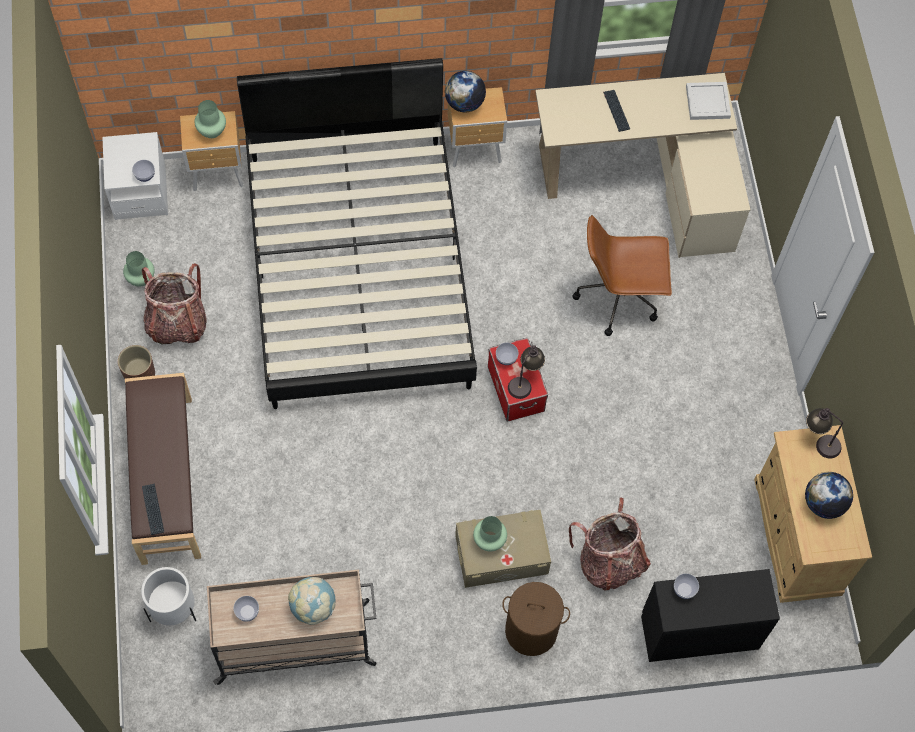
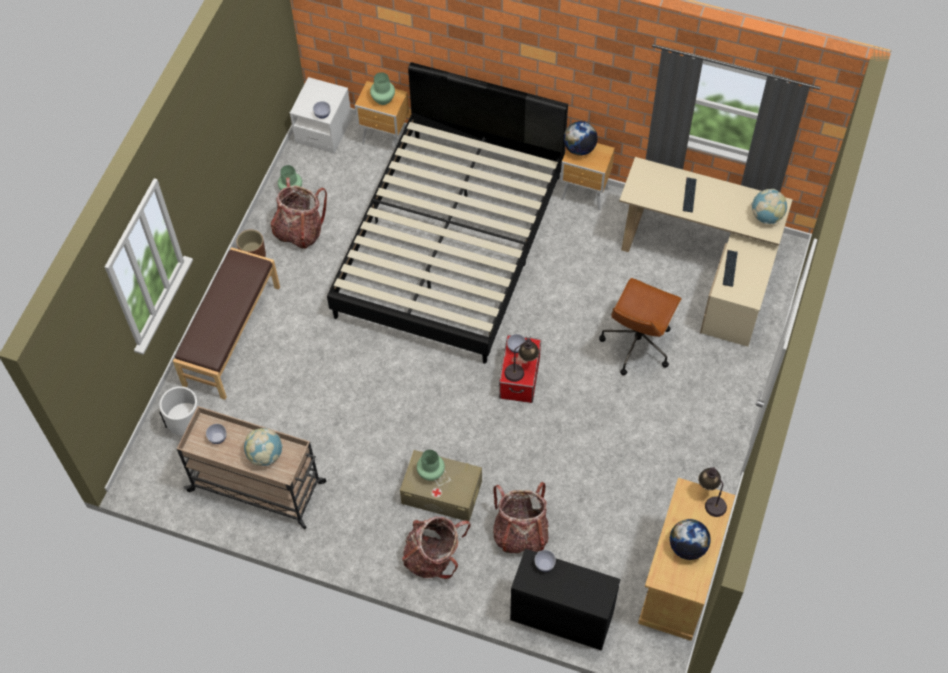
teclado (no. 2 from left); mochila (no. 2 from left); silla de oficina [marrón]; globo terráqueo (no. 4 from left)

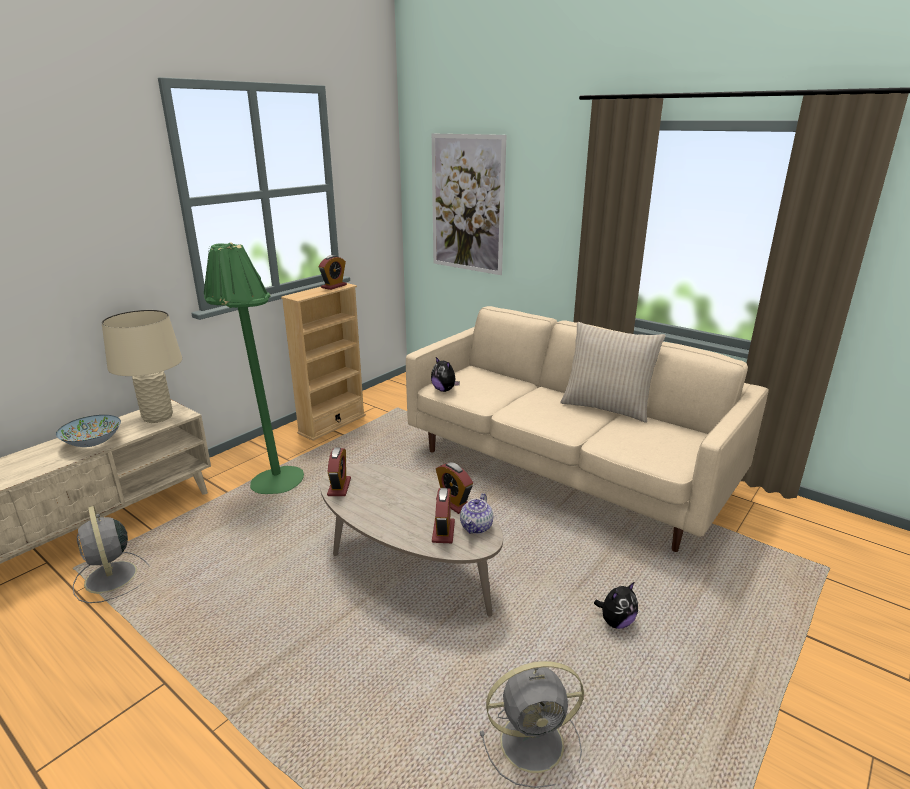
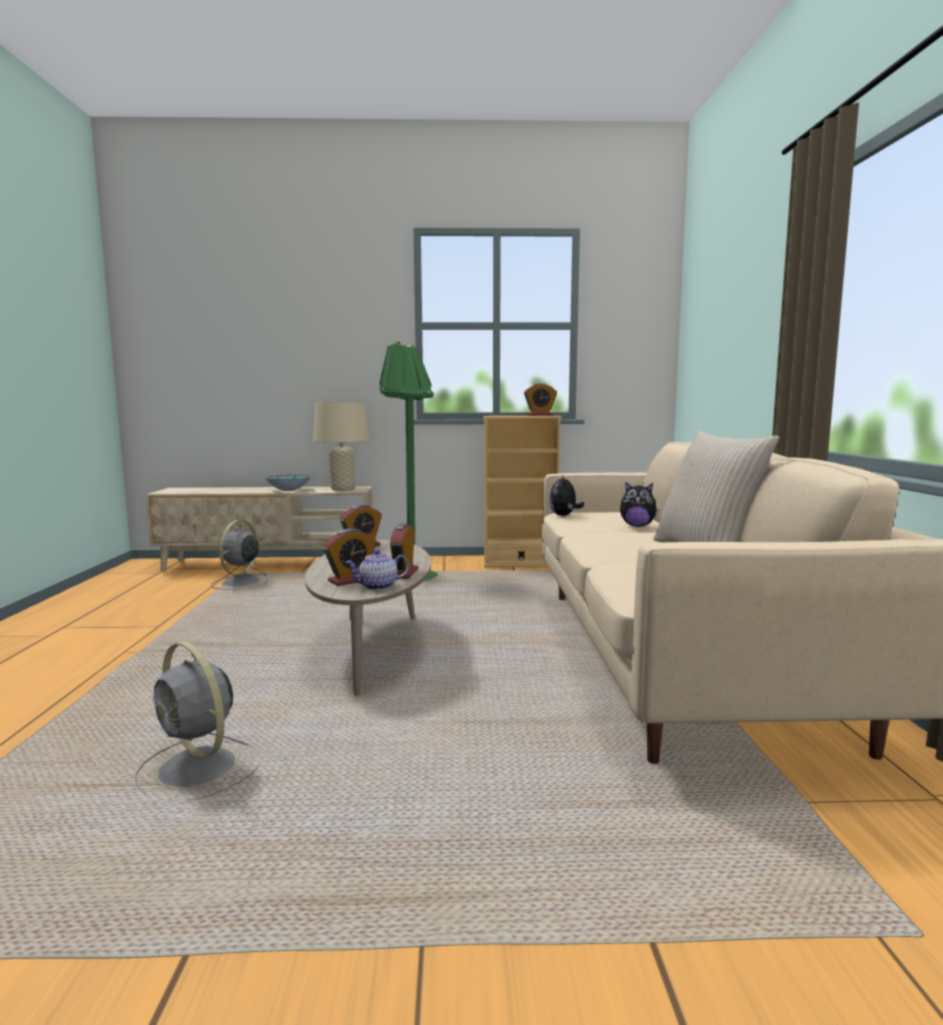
cuadro; peluche (no. 2 from left)

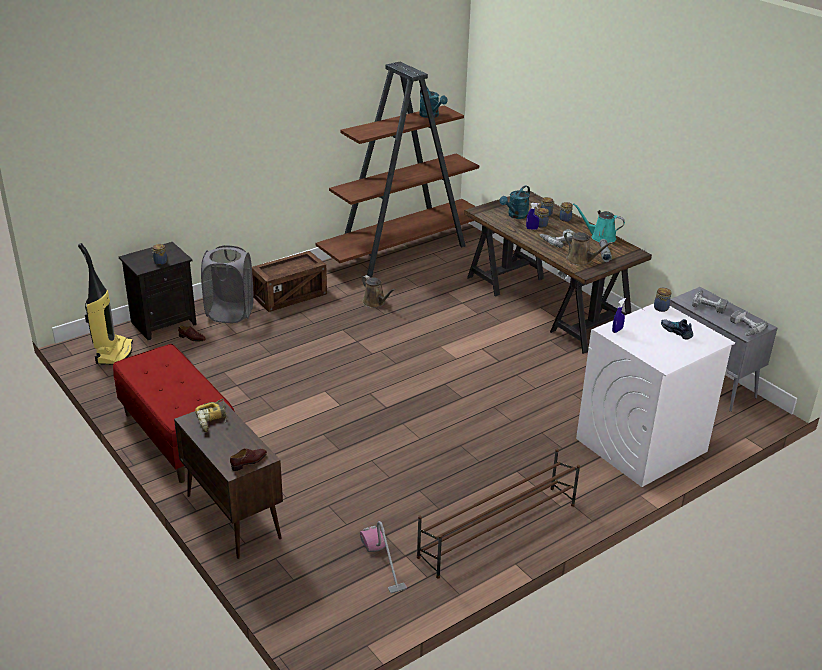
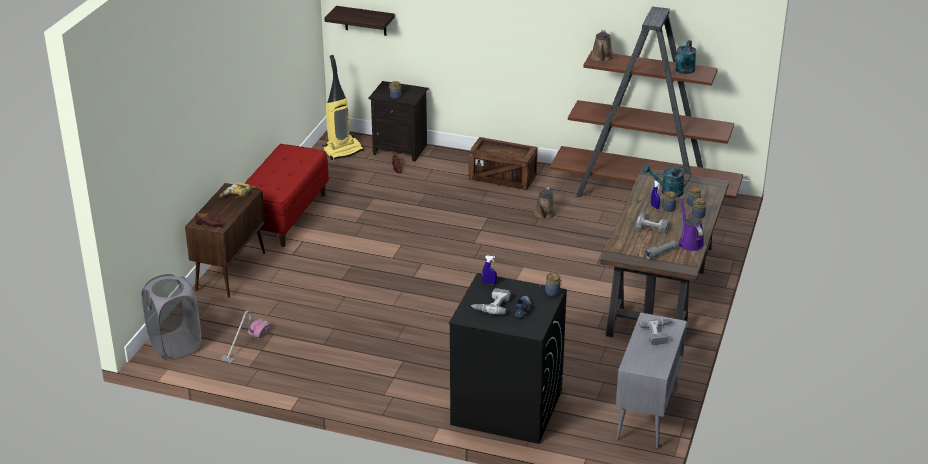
cesto de la ropa [gris]; zapatero [marrón]; regadera [marrón] (no. 2 from left); regadera [morado]; lavadora [negro]; taladro (no. 2 from left); estante

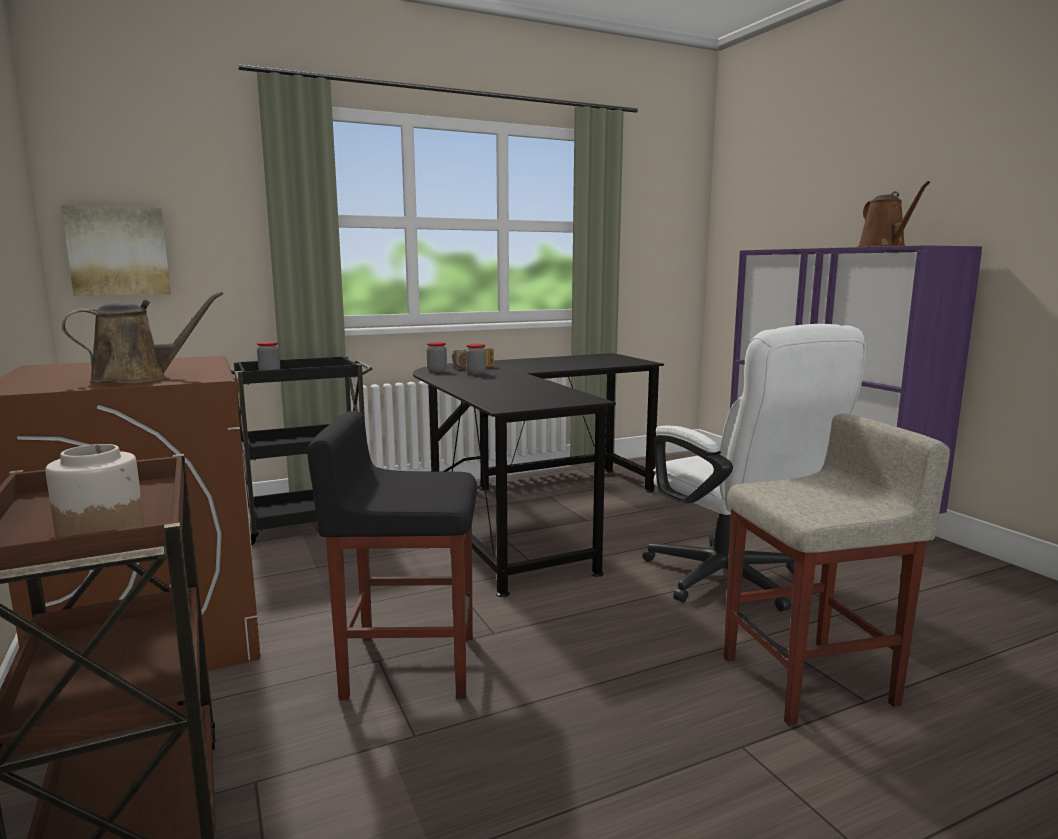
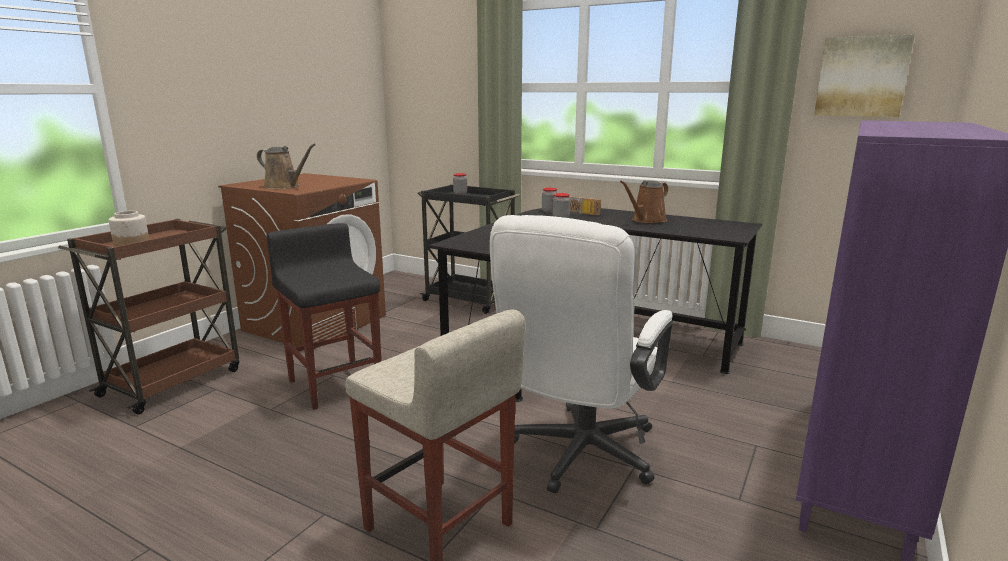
cuadro; regadera [marrón] (no. 2 from left)

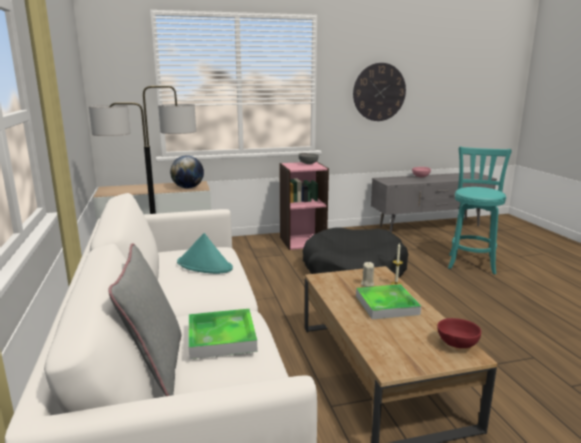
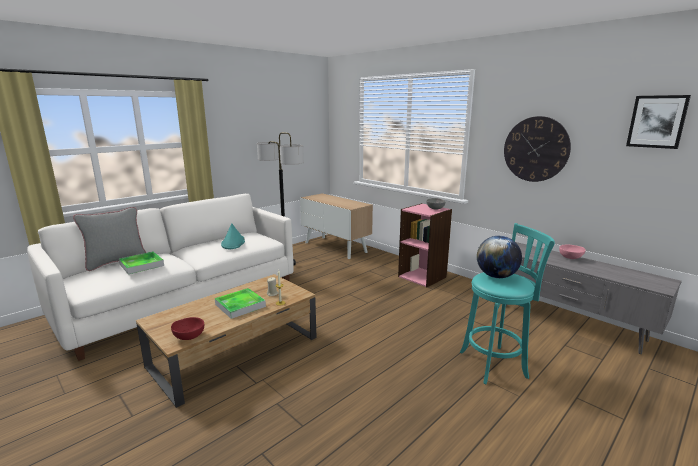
globo terráqueo; cama para perro [negro]; cuadro

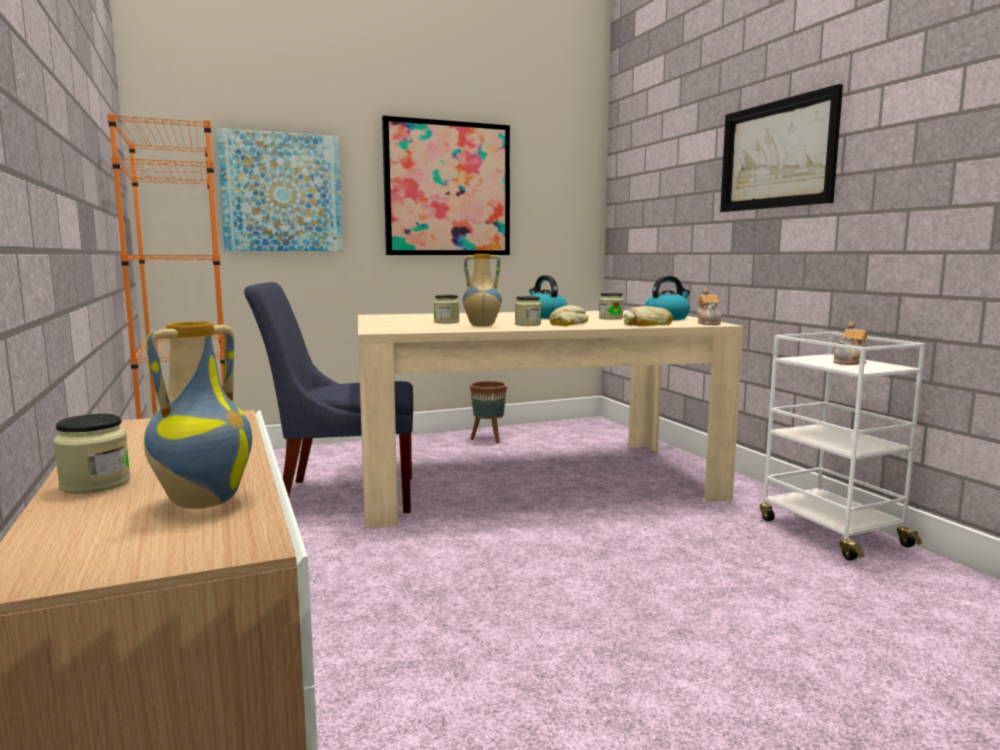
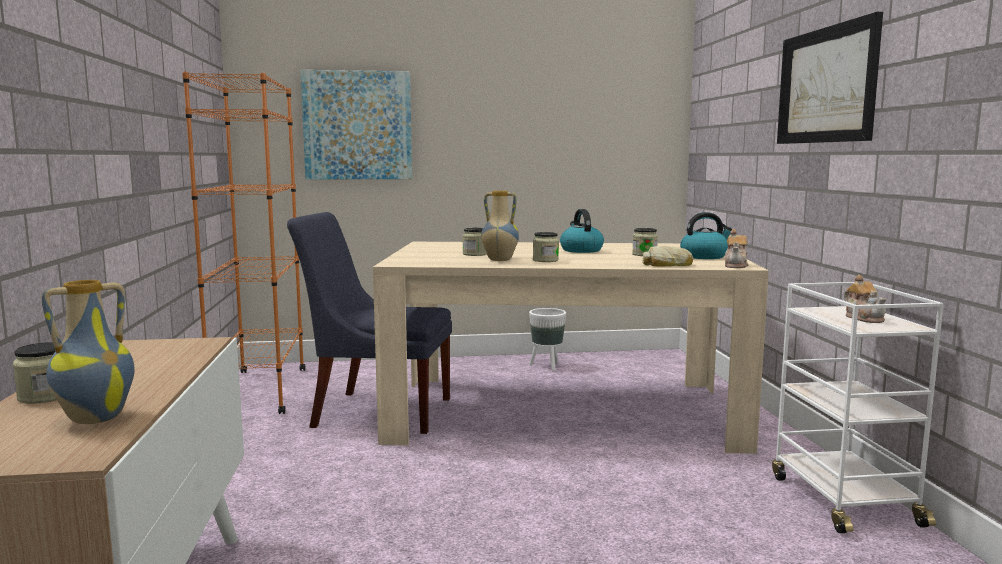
cuadro (no. 2 from left in the first image); maceta [blanco]; pan (no. 1 from left in the first image); tetera (no. 2 from left)

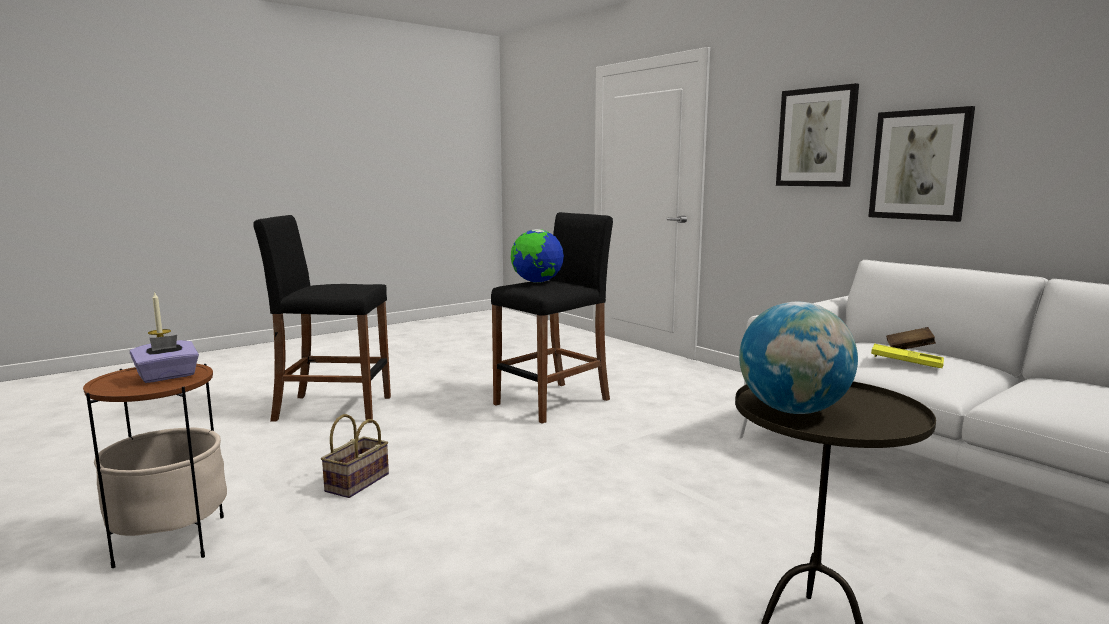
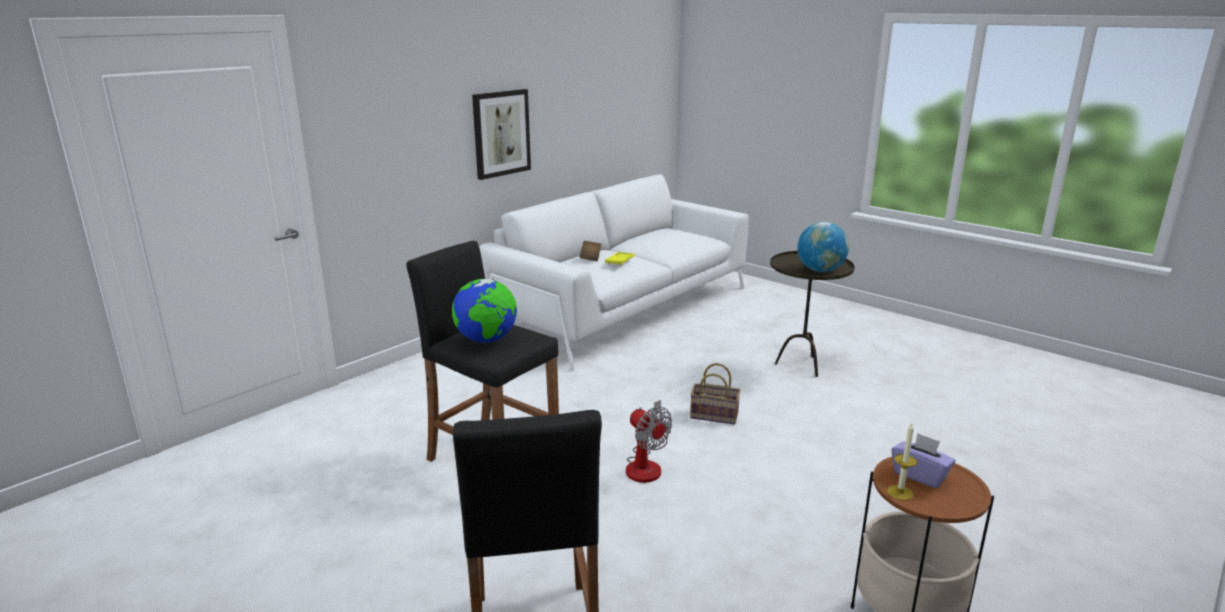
cesta; cuadro (no. 1 from left in the first image); ventilador

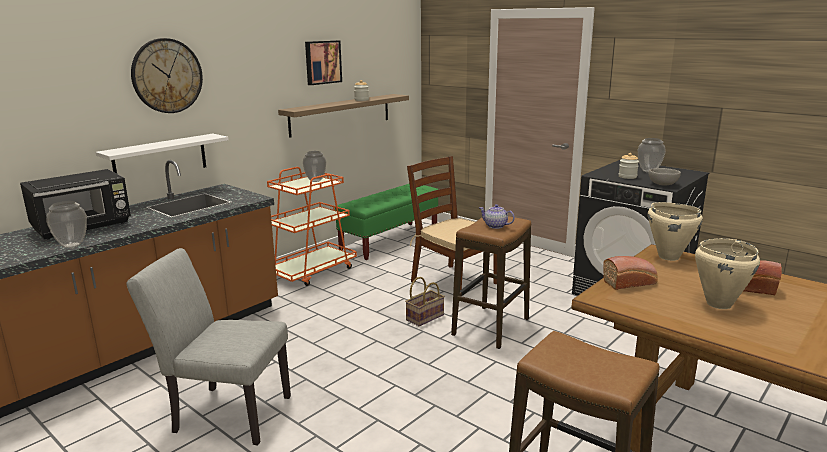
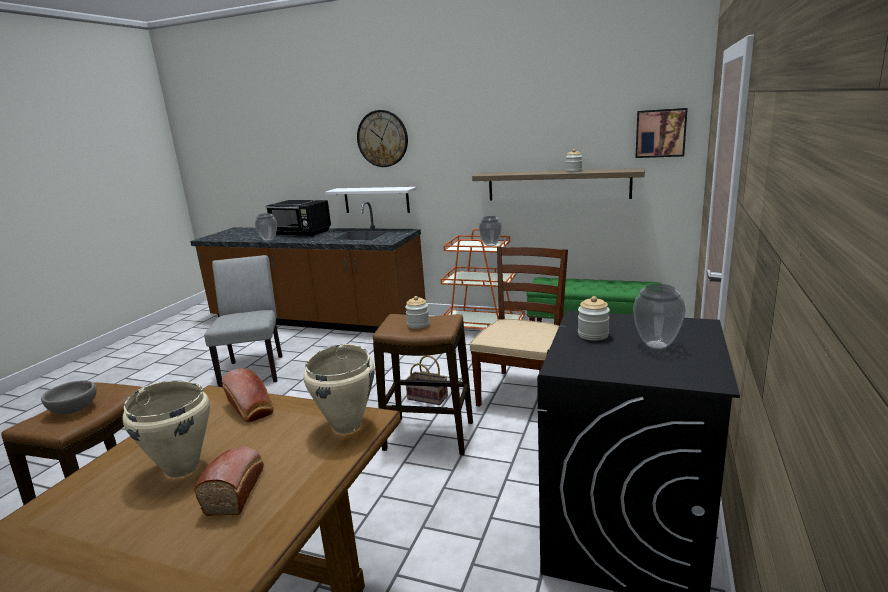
cuadro; tarro (no. 1 from left); cuenco [gris]

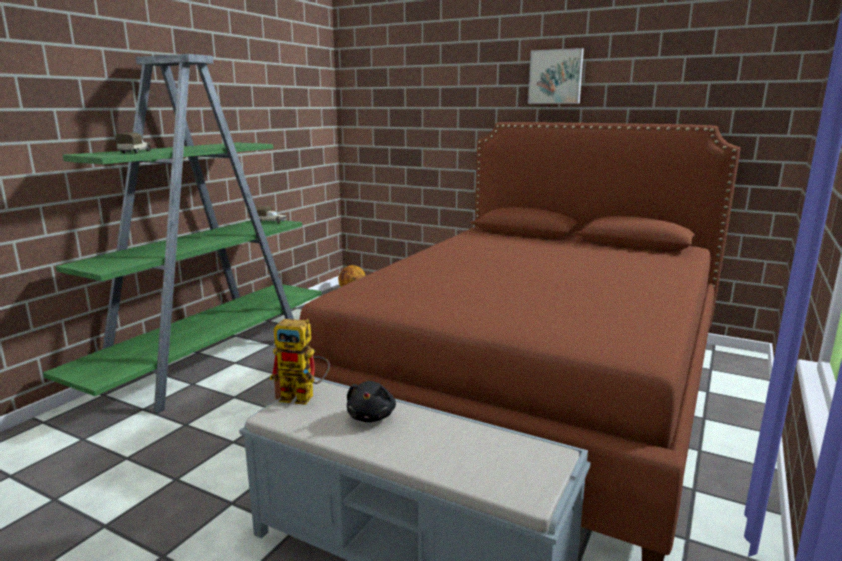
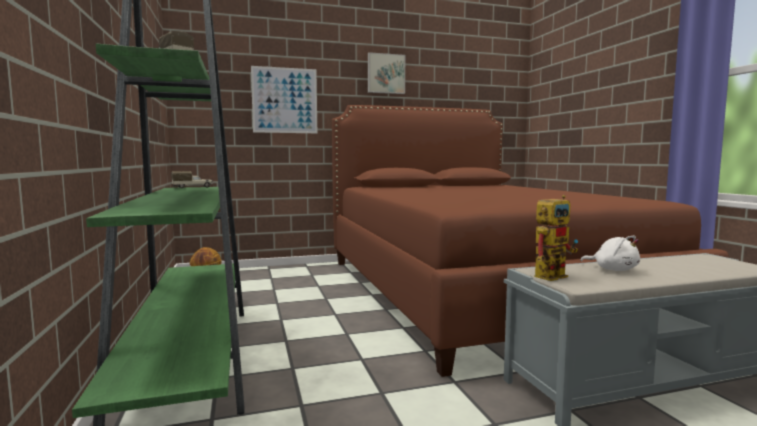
peluche [blanco]; cuadro (no. 1 from left)

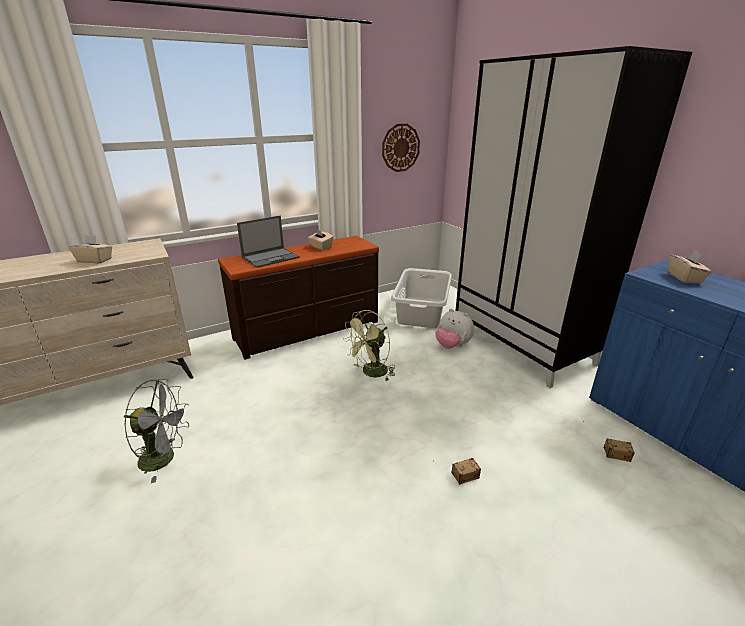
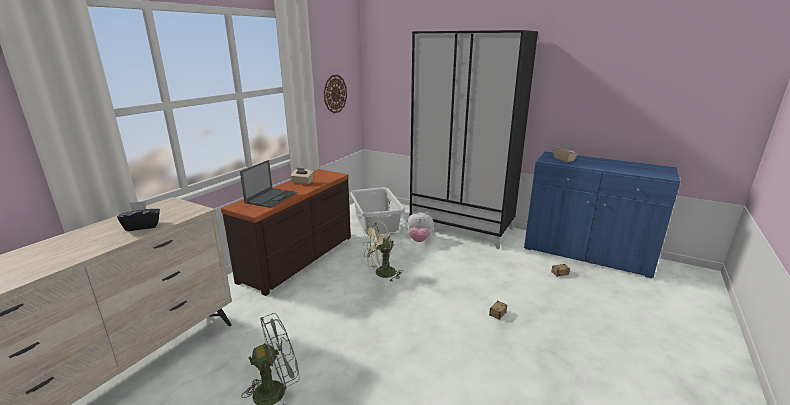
caja de pañuelos [negro]; ventilador [verde]

